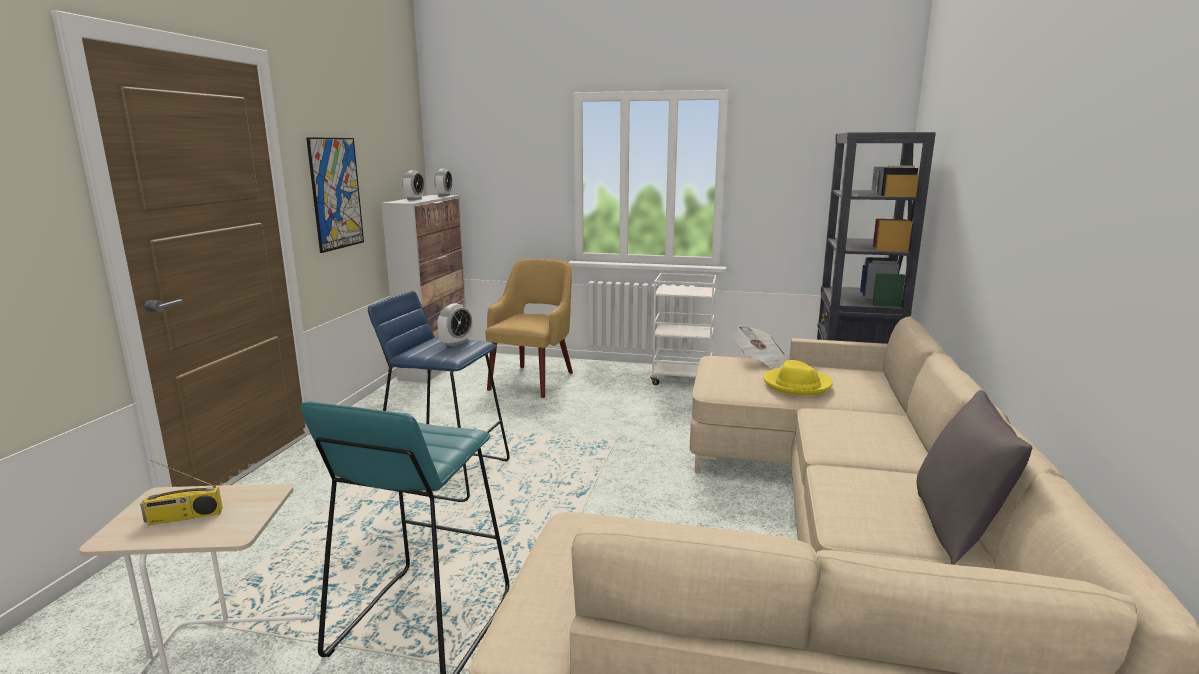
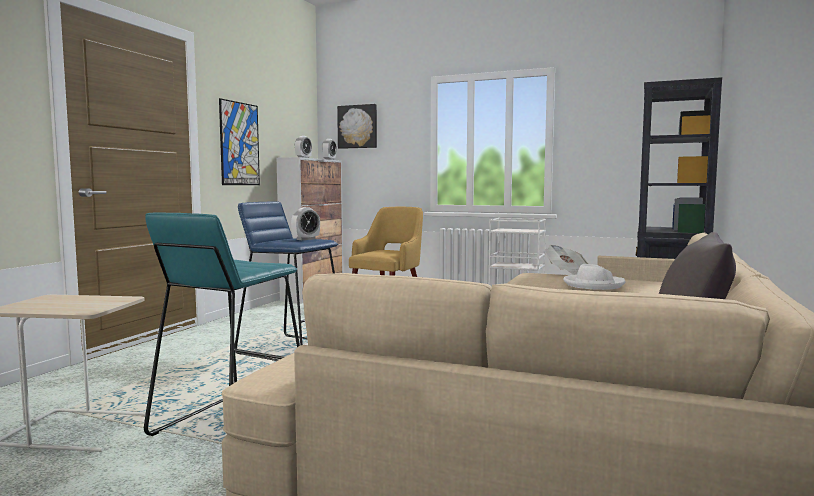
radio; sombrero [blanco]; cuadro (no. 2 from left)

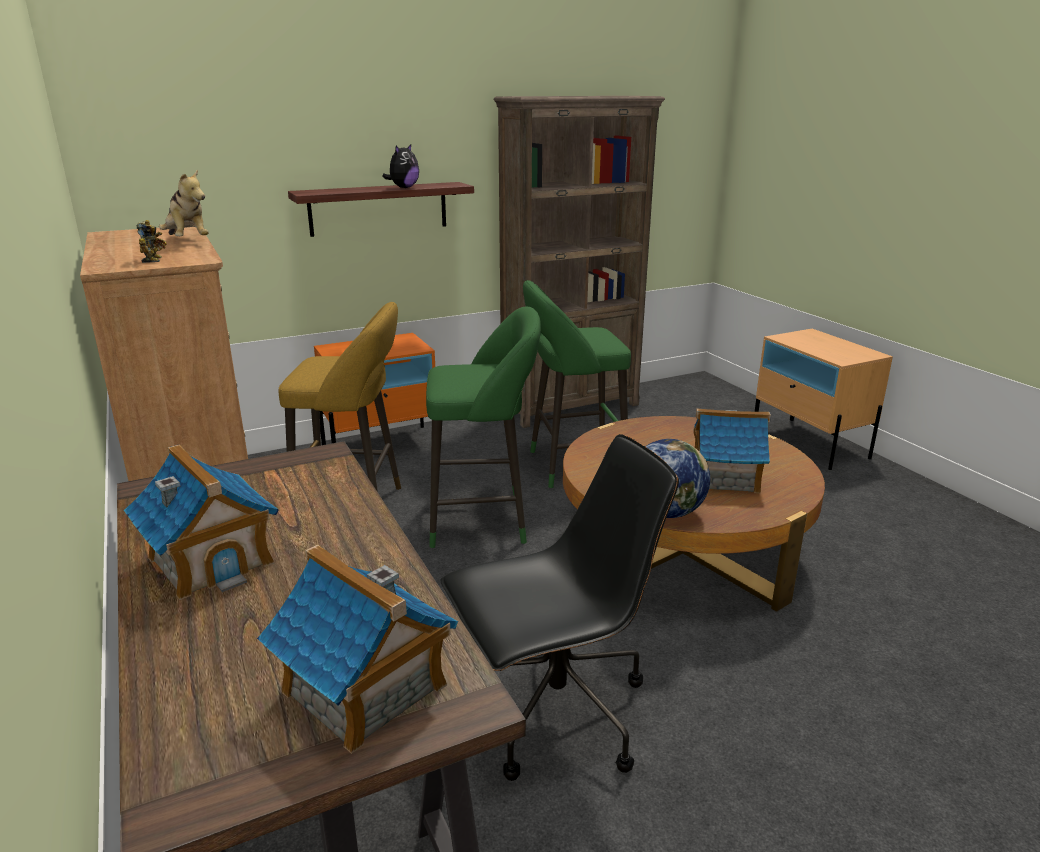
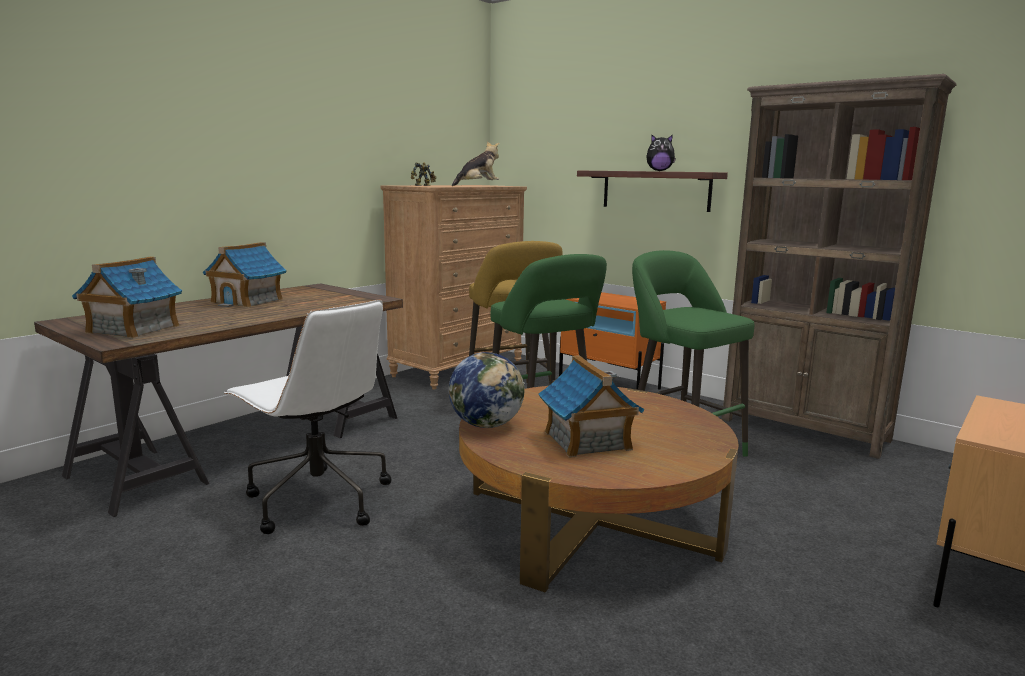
peluche (no. 1 from left); silla de oficina [blanco]

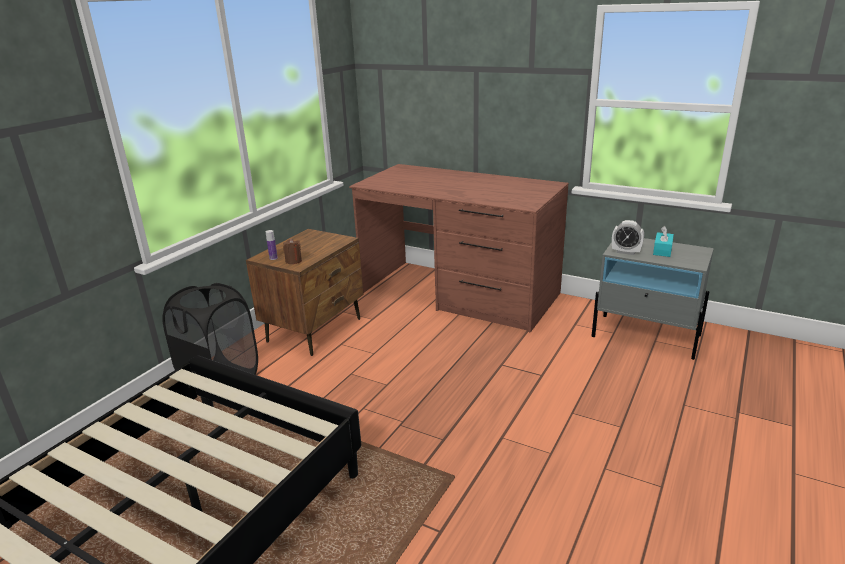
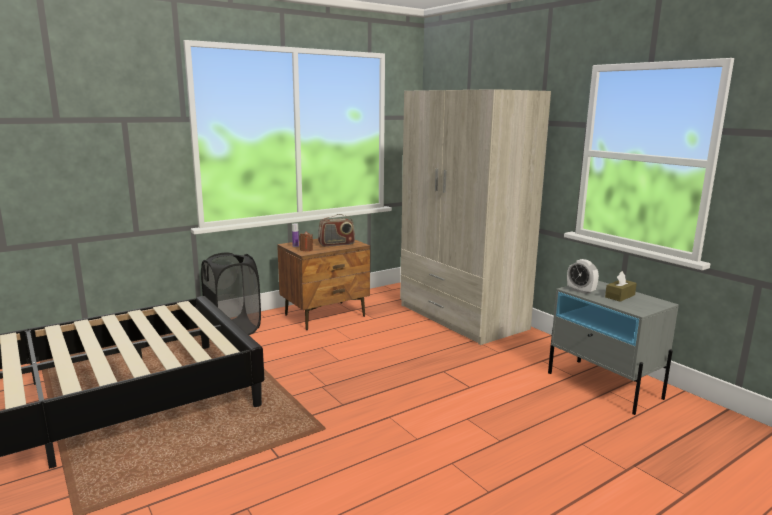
armario ropero [beis]; caja de pañuelos [marrón]; radio

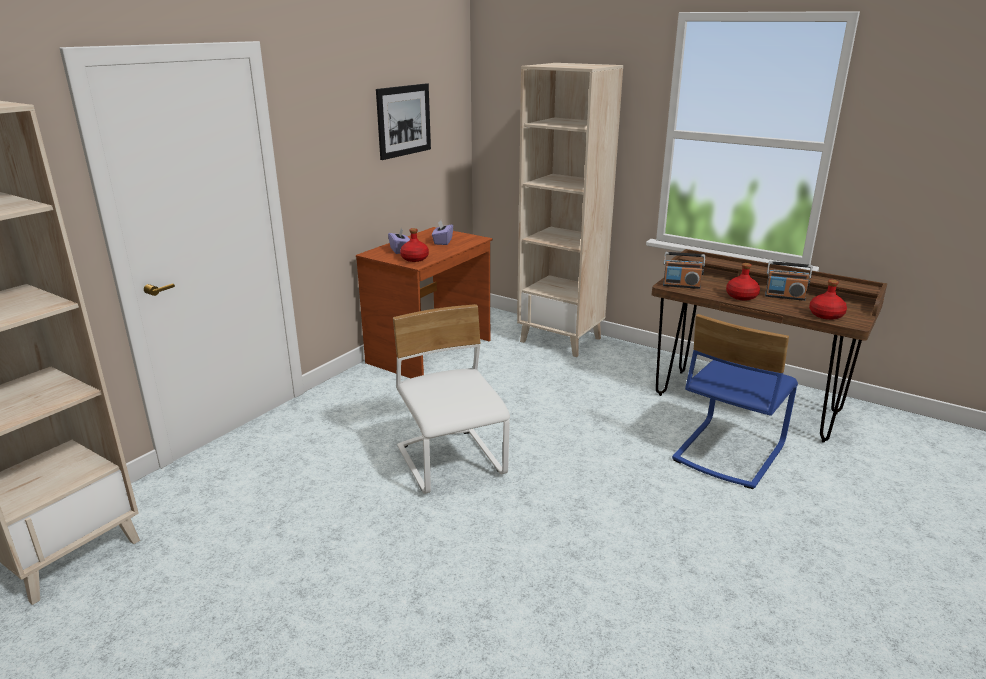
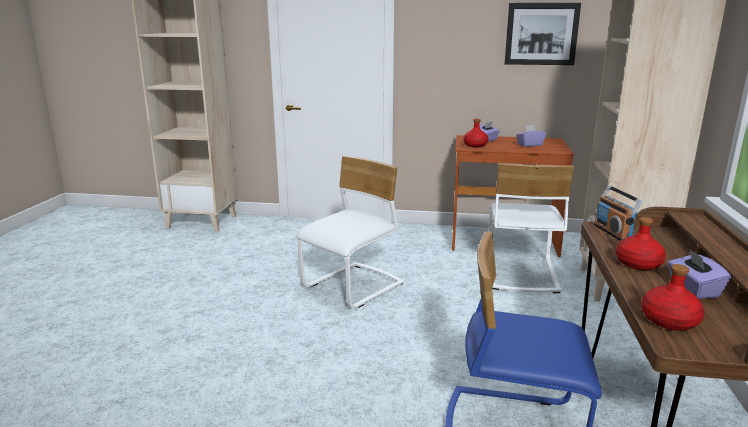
caja de pañuelos [morado] (no. 3 from left); silla [blanco] (no. 2 from left)

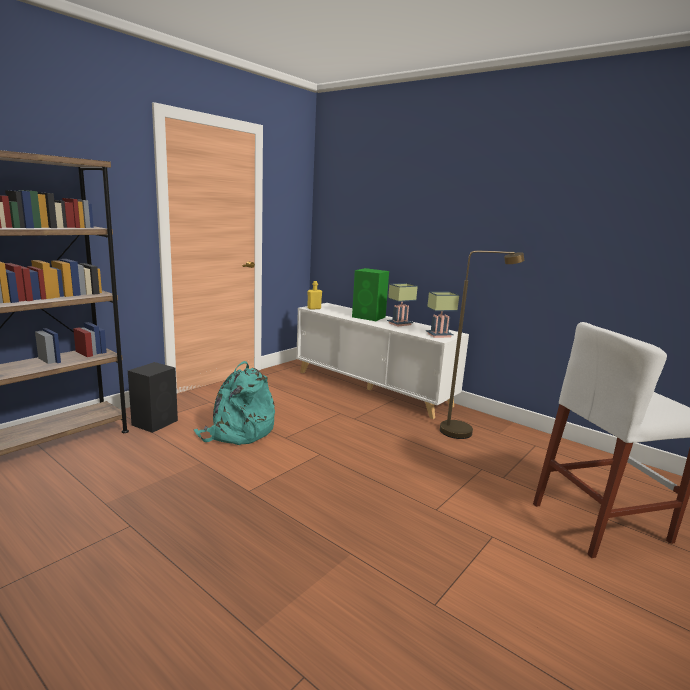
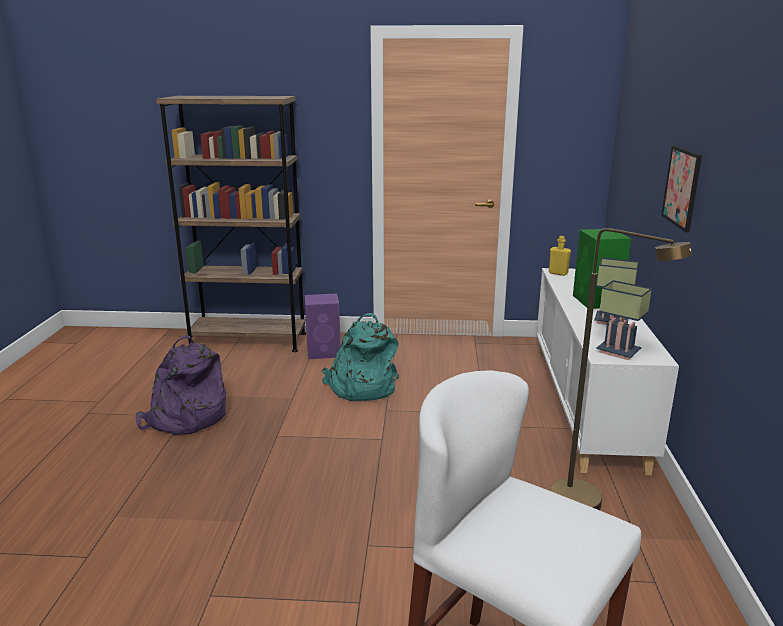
altavoz [morado]; mochila [morado]; cuadro

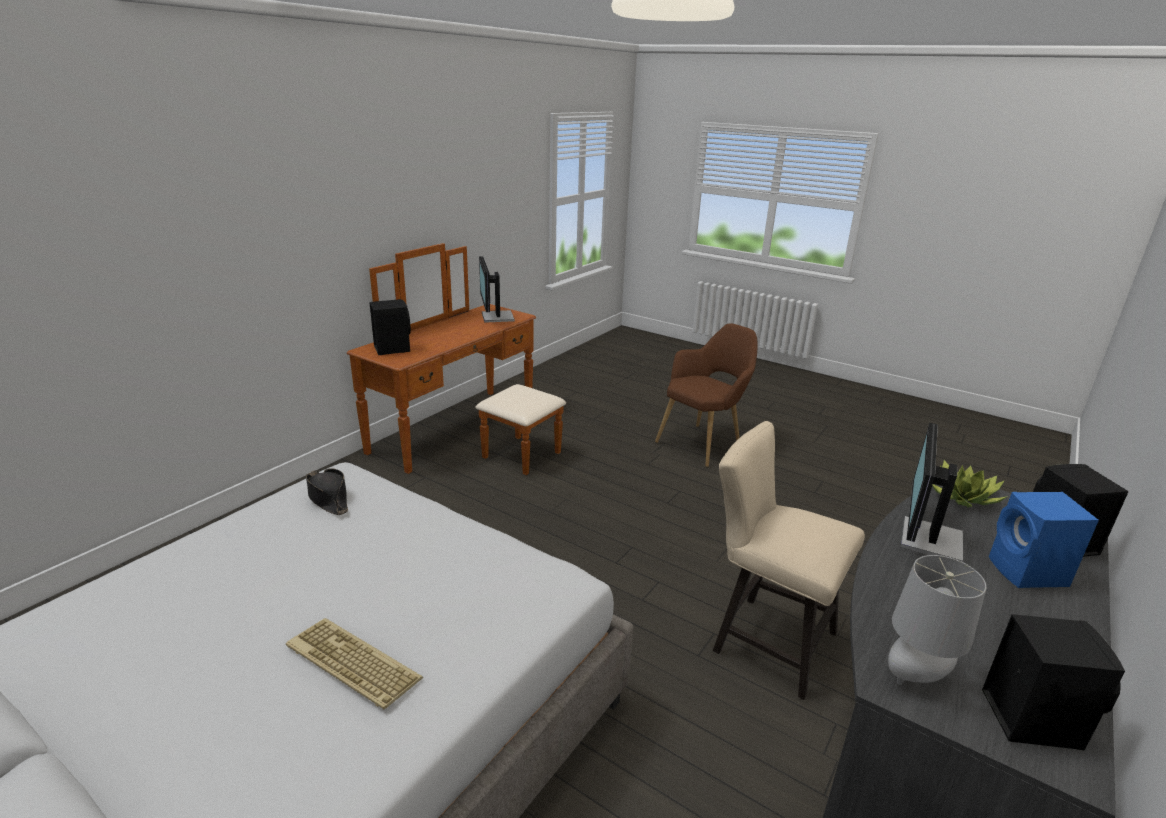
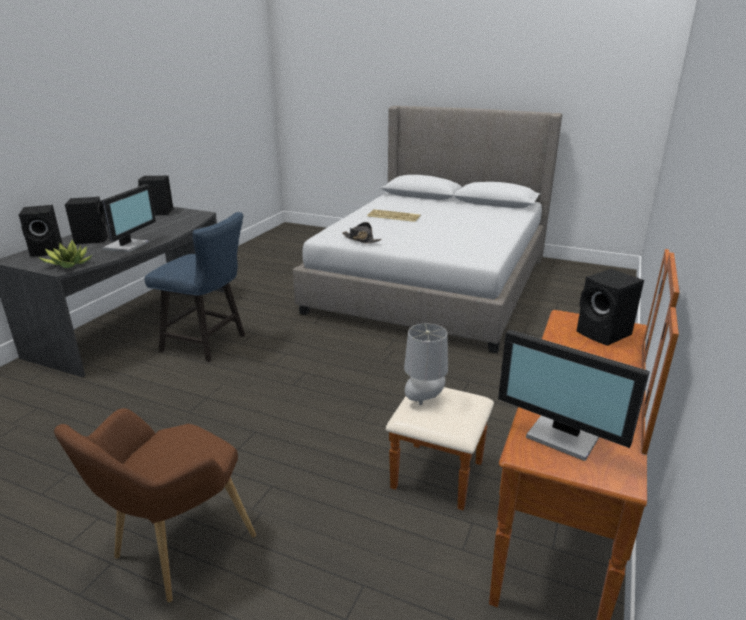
sombrero [negro]; monitor (no. 2 from left); silla [azul]; lámpara de mesa [gris]; altavoz [negro] (no. 2 from left)

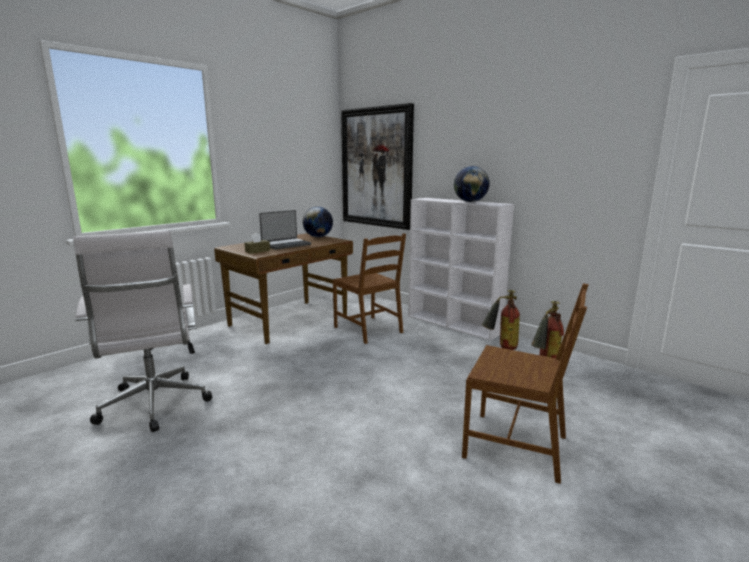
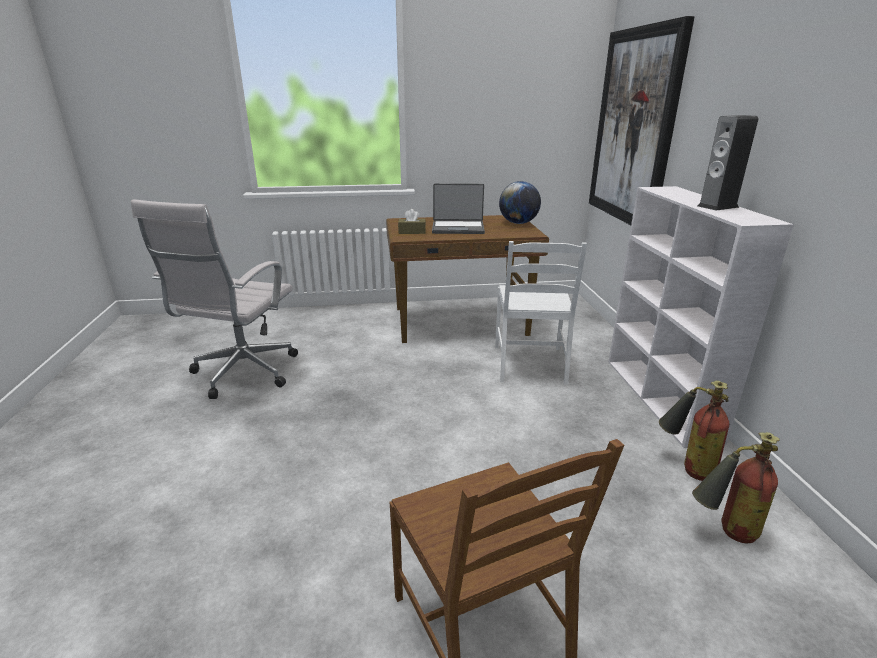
silla [blanco]; altavoz

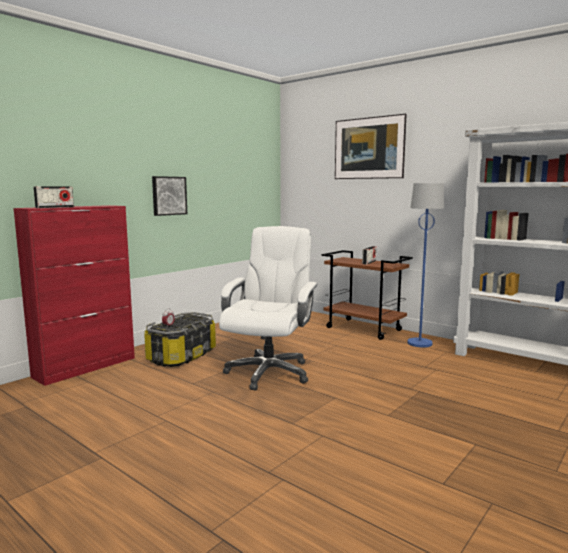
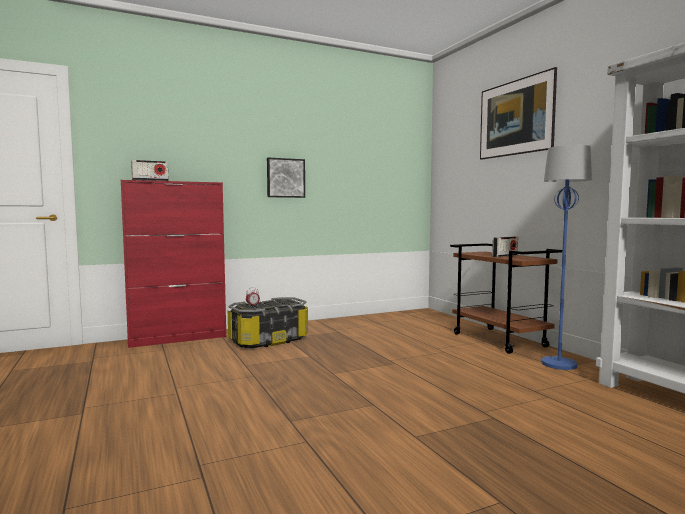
silla de oficina [blanco]

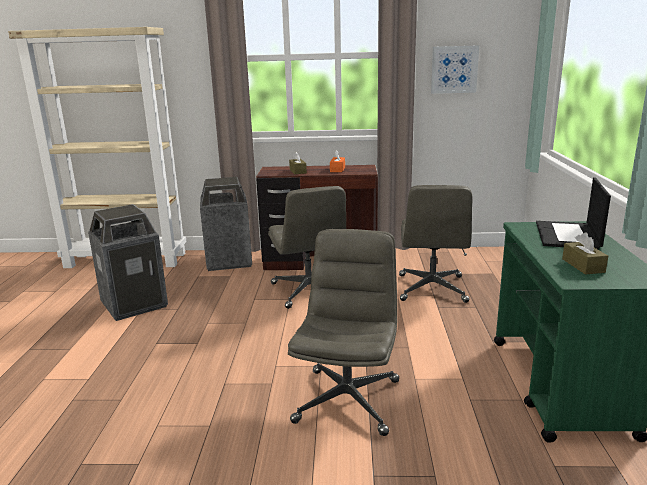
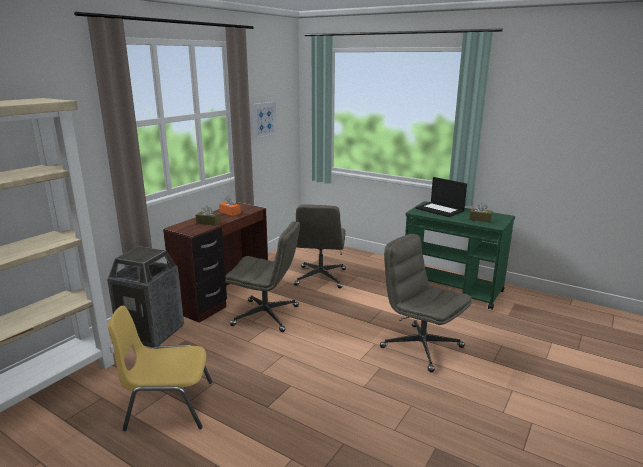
silla [amarillo]; silla de oficina [gris] (no. 2 from left)

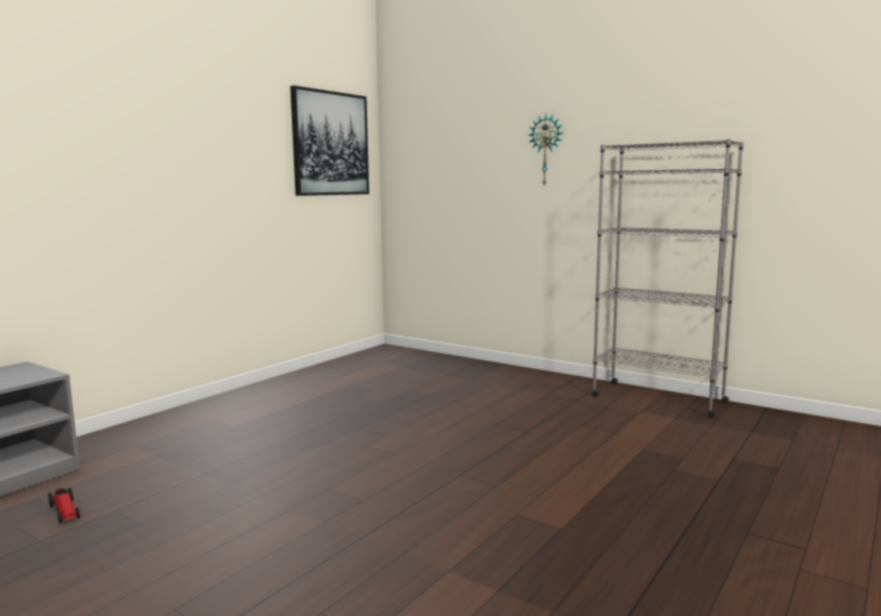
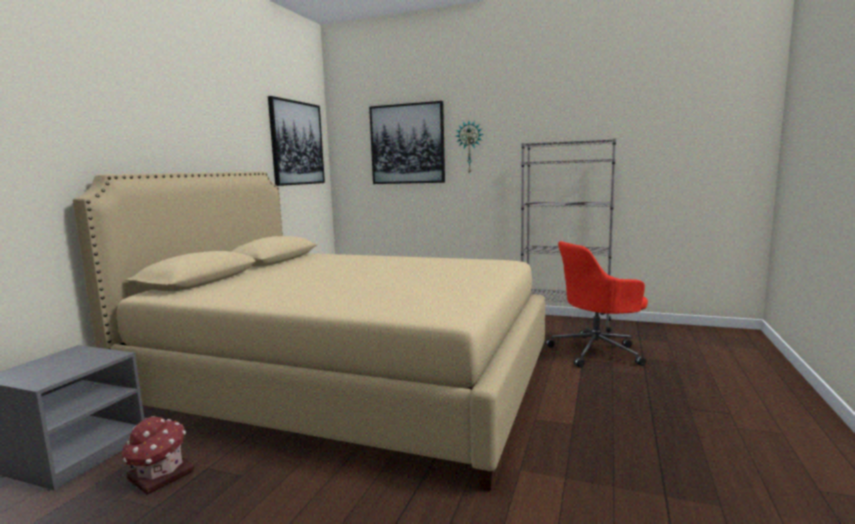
casita; cama [beis]; cuadro (no. 2 from left); silla de oficina [rojo]

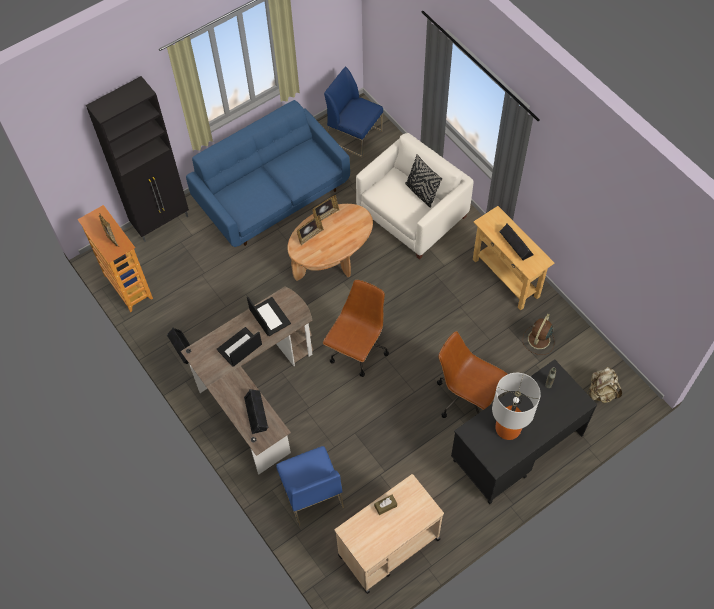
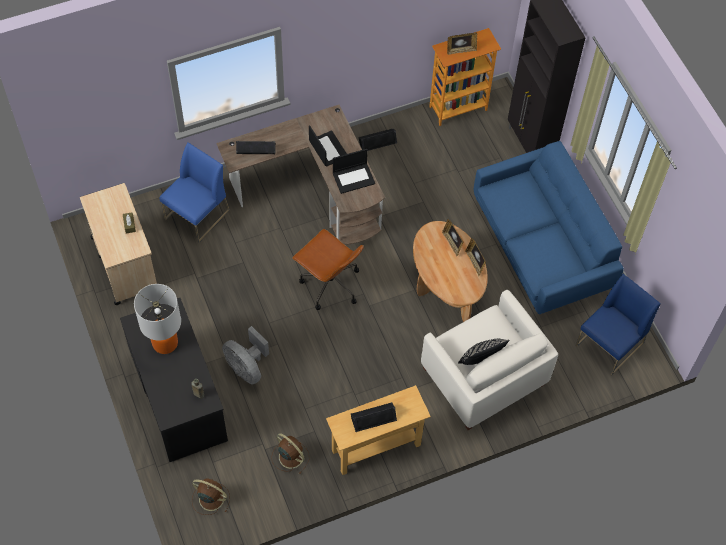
silla [azul] (no. 1 from left); ventilador [gris]; ventilador [marrón] (no. 1 from left)

